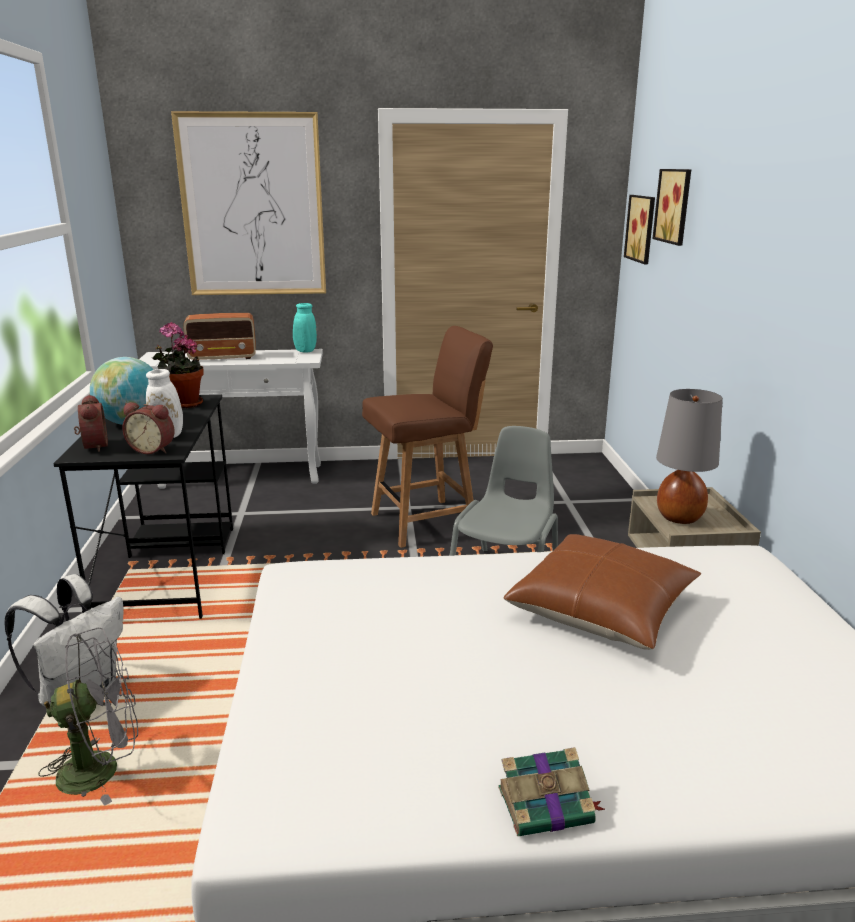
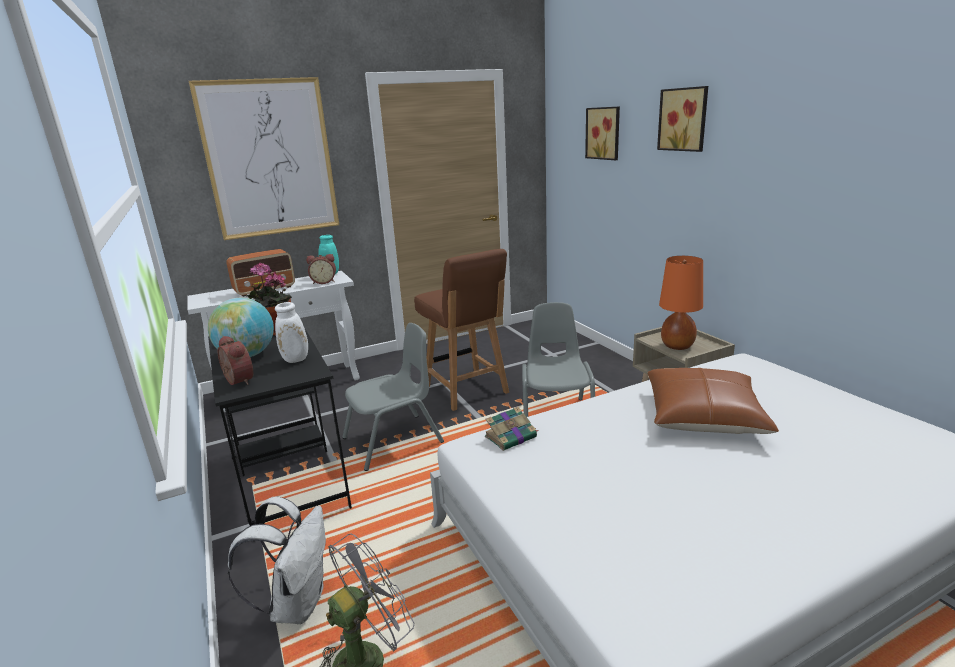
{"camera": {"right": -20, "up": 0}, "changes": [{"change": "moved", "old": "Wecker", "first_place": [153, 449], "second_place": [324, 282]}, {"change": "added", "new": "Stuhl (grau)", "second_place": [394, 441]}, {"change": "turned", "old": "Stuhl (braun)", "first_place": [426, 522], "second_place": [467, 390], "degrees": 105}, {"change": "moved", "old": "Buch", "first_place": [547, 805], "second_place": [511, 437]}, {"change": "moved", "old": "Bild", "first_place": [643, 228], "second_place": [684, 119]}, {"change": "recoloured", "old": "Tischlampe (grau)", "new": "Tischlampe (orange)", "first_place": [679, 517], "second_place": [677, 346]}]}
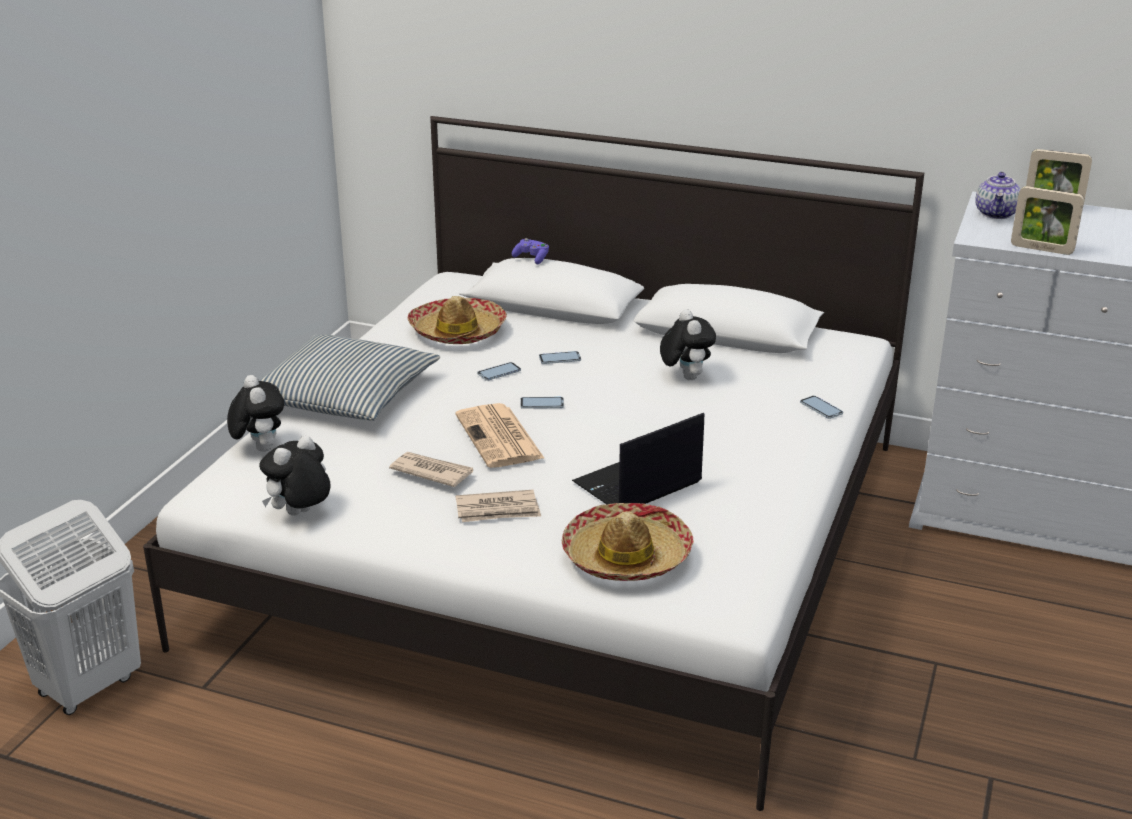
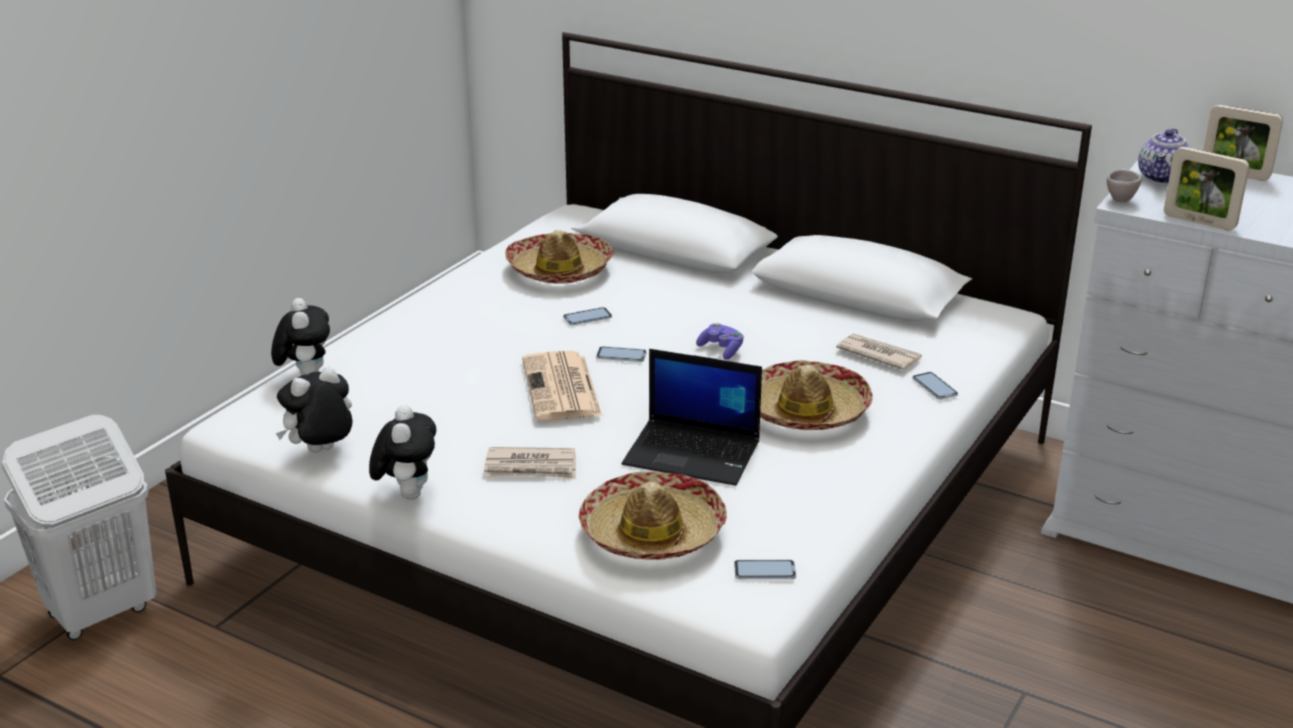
{"camera": {"right": 10, "up": 0}, "changes": [{"change": "moved", "old": "Plüschtier", "first_place": [685, 377], "second_place": [407, 493]}, {"change": "turned", "old": "Laptop", "first_place": [637, 484], "second_place": [694, 453], "degrees": -135}, {"change": "moved", "old": "Gamepad (lila)", "first_place": [531, 258], "second_place": [721, 350]}, {"change": "moved", "old": "Handy", "first_place": [560, 359], "second_place": [764, 571]}, {"change": "added", "new": "Hut", "second_place": [806, 410]}, {"change": "moved", "old": "Zeitung", "first_place": [431, 472], "second_place": [878, 354]}, {"change": "added", "new": "Tasse (beige)", "second_place": [1119, 198]}, {"change": "removed", "old": "Kissen", "first_place": [343, 395]}]}
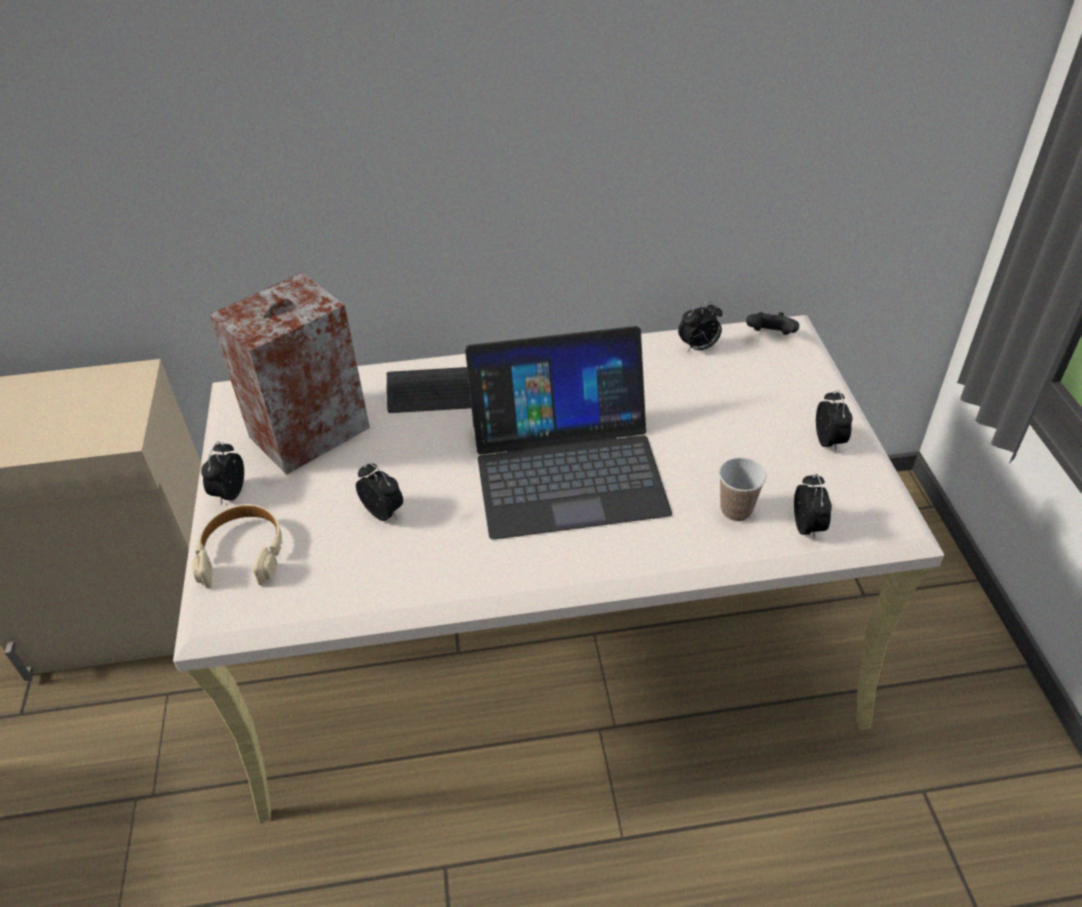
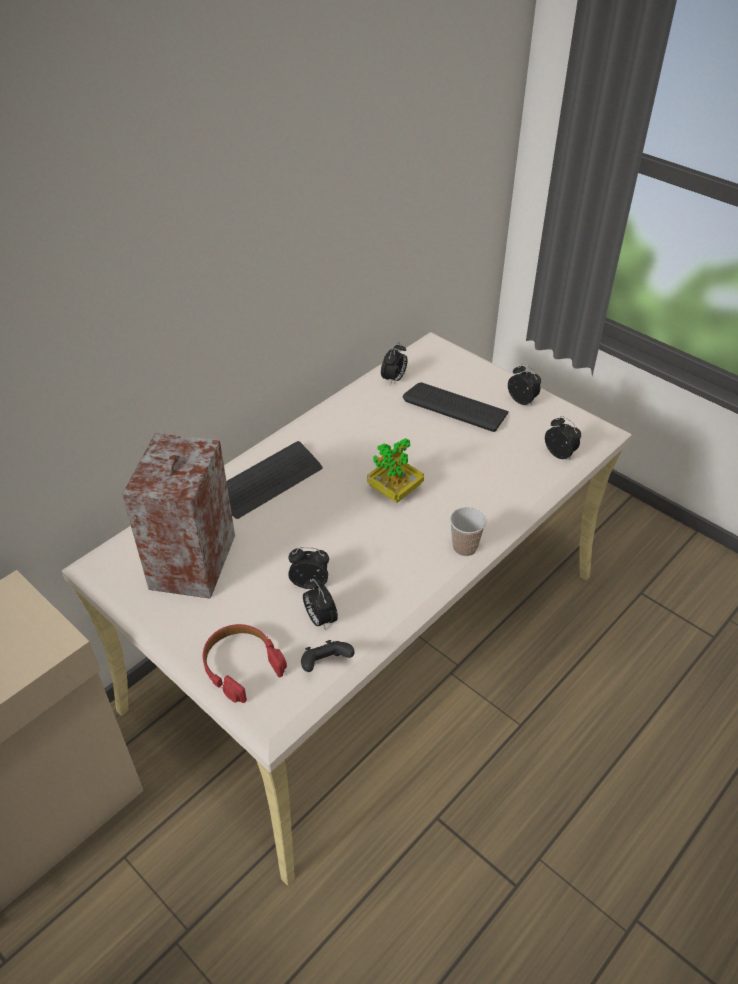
{"camera": {"right": -40, "up": 0}, "changes": [{"change": "recoloured", "old": "Kopfhörer (beige)", "new": "Kopfhörer (rot)", "first_place": [243, 553], "second_place": [241, 665]}, {"change": "moved", "old": "Gamepad (schwarz)", "first_place": [770, 336], "second_place": [325, 664]}, {"change": "moved", "old": "Wecker", "first_place": [230, 493], "second_place": [320, 619]}, {"change": "replaced", "old": "Laptop", "new": "Topfpflanze", "first_place": [567, 466], "second_place": [395, 491]}, {"change": "added", "new": "Tastatur", "second_place": [455, 407]}, {"change": "moved", "old": "Tasse", "first_place": [736, 510], "second_place": [464, 547]}]}
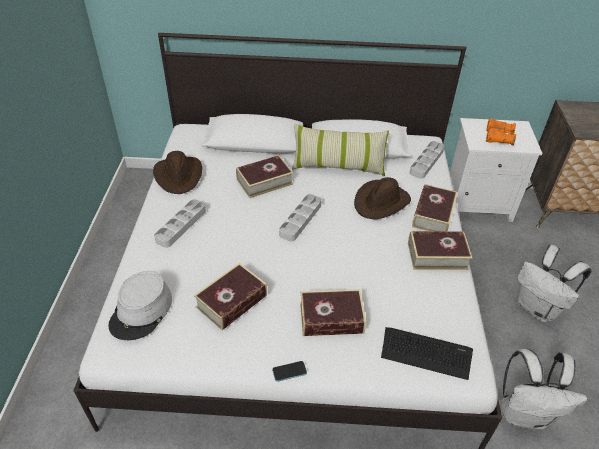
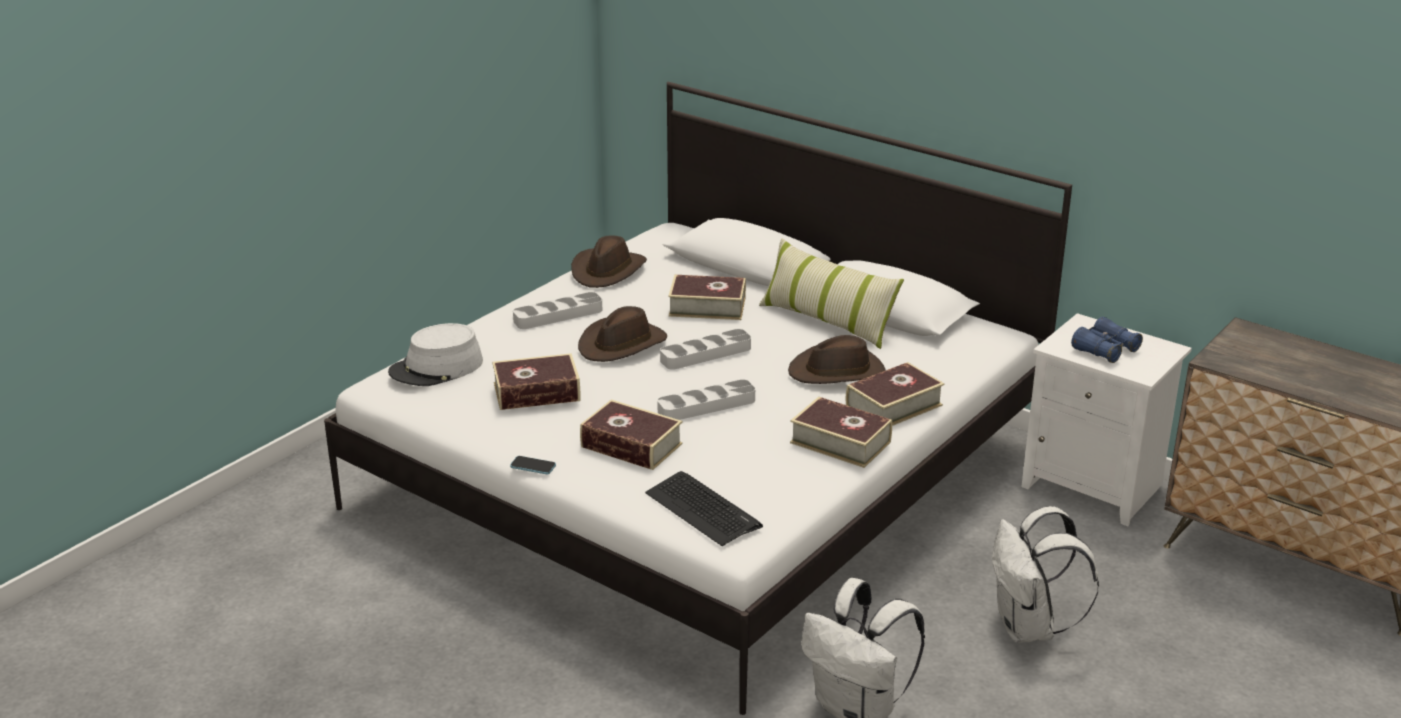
{"camera": {"right": 35, "up": -15}, "changes": [{"change": "added", "new": "Hut (braun)", "second_place": [622, 344]}, {"change": "moved", "old": "Tablett (grau)", "first_place": [426, 162], "second_place": [706, 406]}, {"change": "recoloured", "old": "Fernglas (orange)", "new": "Fernglas (blau)", "first_place": [498, 137], "second_place": [1105, 350]}]}
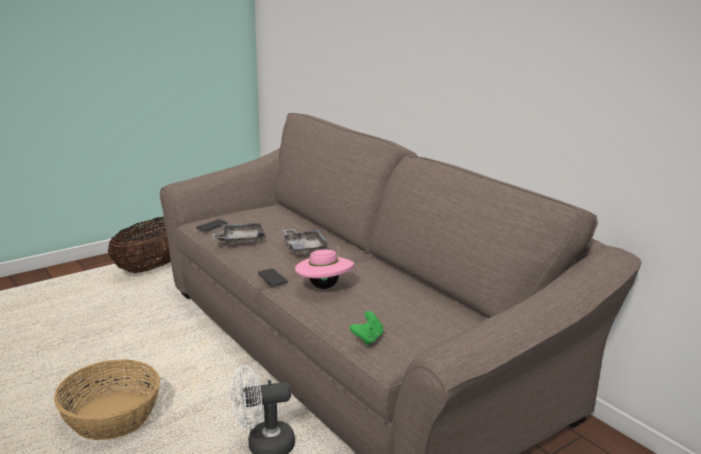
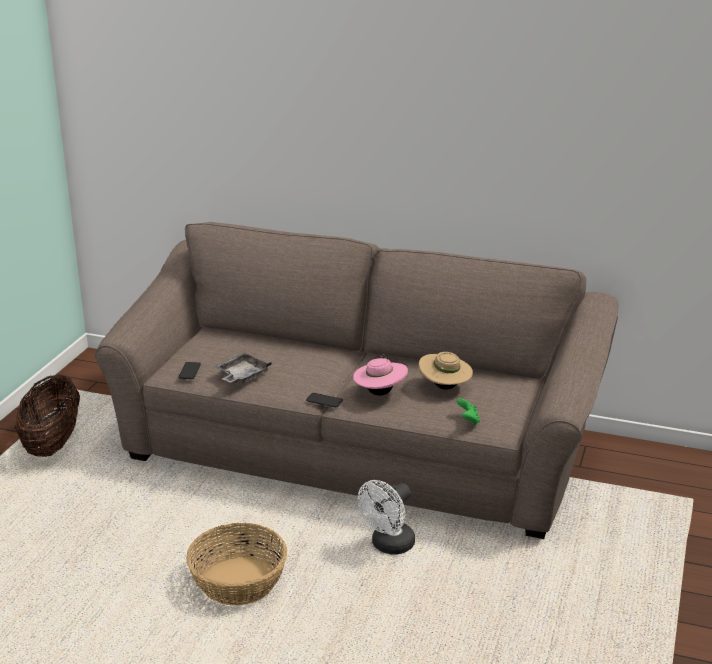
{"camera": {"right": -35, "up": 5}, "changes": [{"change": "added", "new": "Hut (beige)", "second_place": [445, 387]}, {"change": "removed", "old": "Tablett (grau)", "first_place": [304, 247]}]}
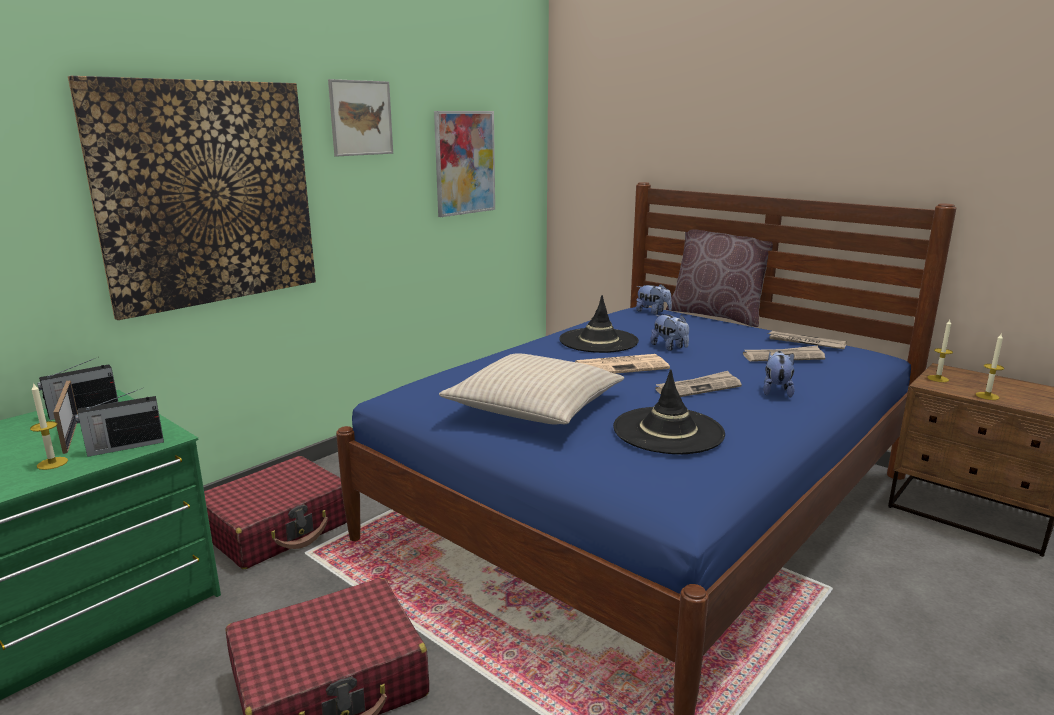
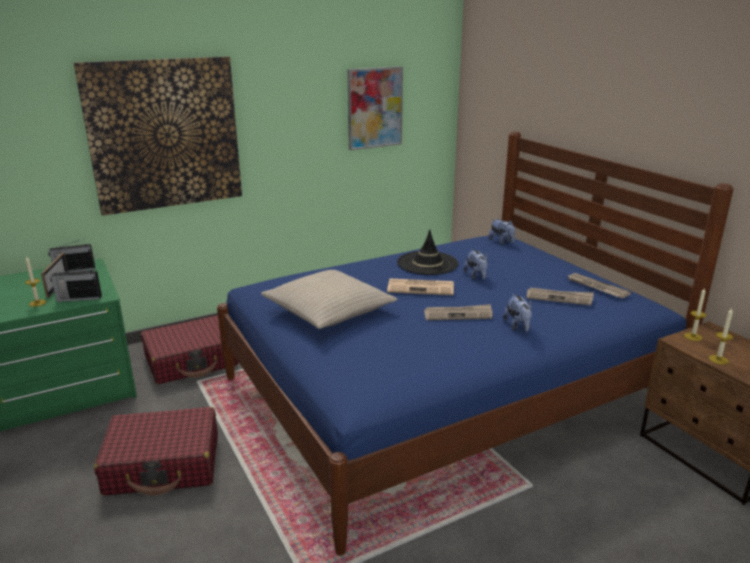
{"camera": {"right": 20, "up": 5}, "changes": [{"change": "turned", "old": "Plüschtier", "first_place": [776, 391], "second_place": [518, 326], "degrees": 135}, {"change": "removed", "old": "Bild", "first_place": [361, 118]}, {"change": "removed", "old": "Hut (schwarz)", "first_place": [668, 431]}, {"change": "removed", "old": "Kissen (braun)", "first_place": [716, 315]}]}
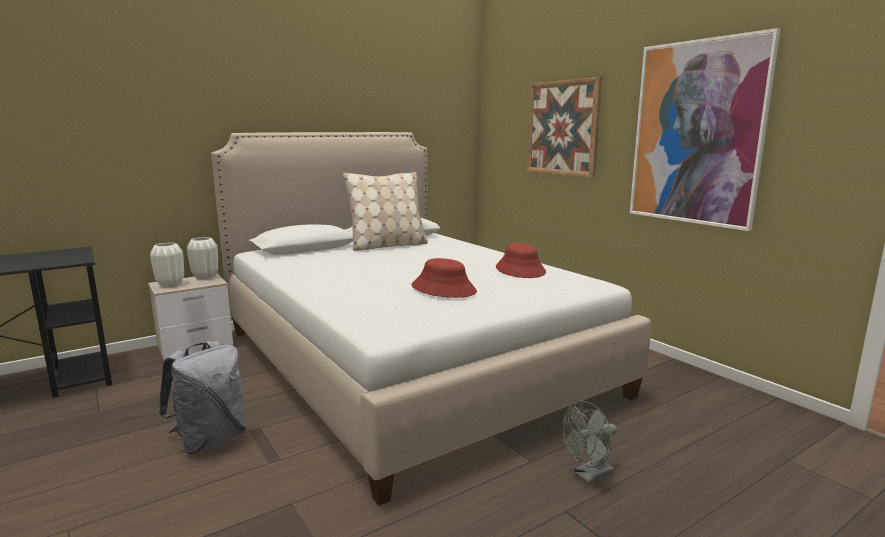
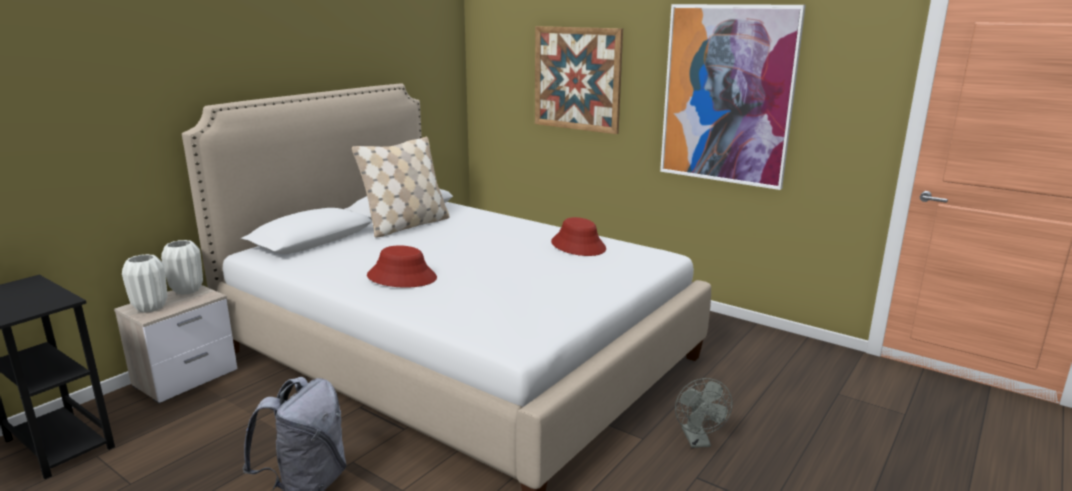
{"camera": {"right": -20, "up": 5}, "changes": [{"change": "moved", "old": "Hut (rot)", "first_place": [444, 289], "second_place": [402, 277]}, {"change": "turned", "old": "Ventilator (grau)", "first_place": [589, 476], "second_place": [698, 441], "degrees": -45}]}
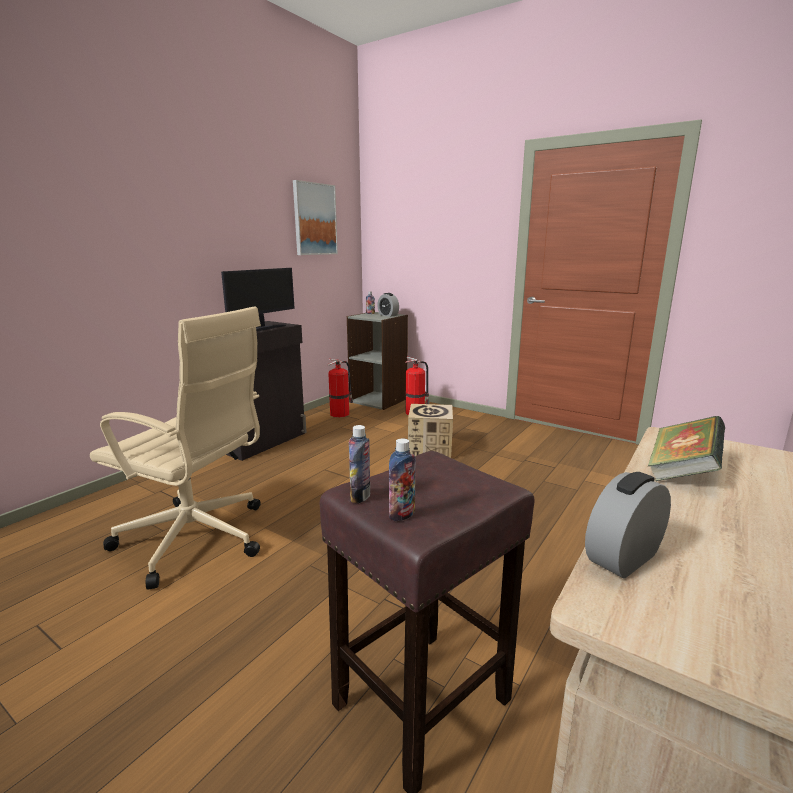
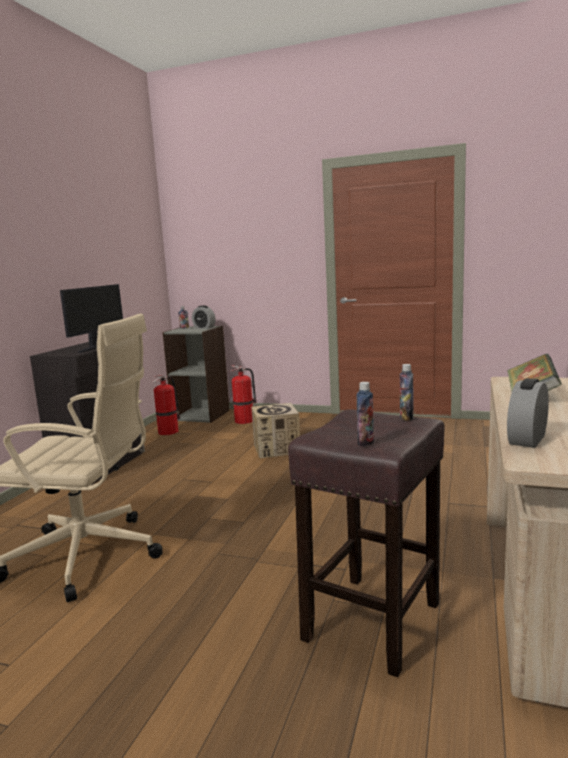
{"camera": {"right": -15, "up": -5}, "changes": [{"change": "moved", "old": "Flasche", "first_place": [360, 496], "second_place": [406, 418]}, {"change": "removed", "old": "Bild", "first_place": [314, 219]}]}
